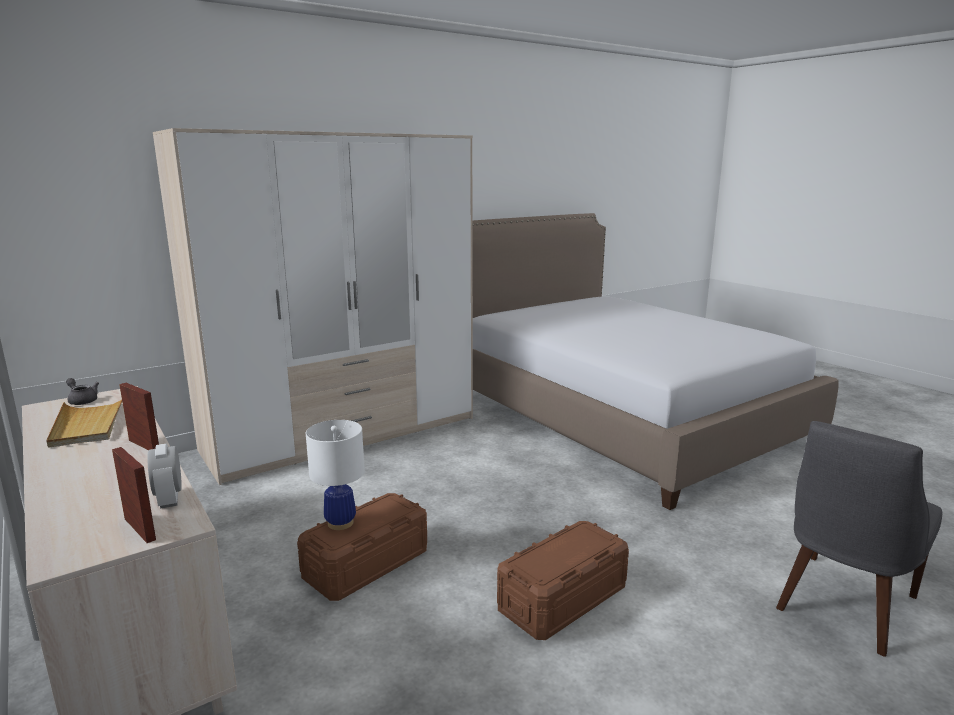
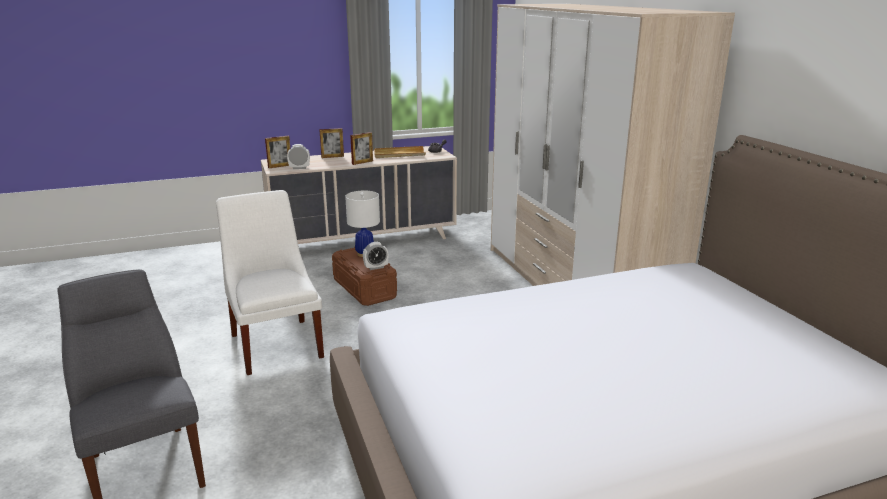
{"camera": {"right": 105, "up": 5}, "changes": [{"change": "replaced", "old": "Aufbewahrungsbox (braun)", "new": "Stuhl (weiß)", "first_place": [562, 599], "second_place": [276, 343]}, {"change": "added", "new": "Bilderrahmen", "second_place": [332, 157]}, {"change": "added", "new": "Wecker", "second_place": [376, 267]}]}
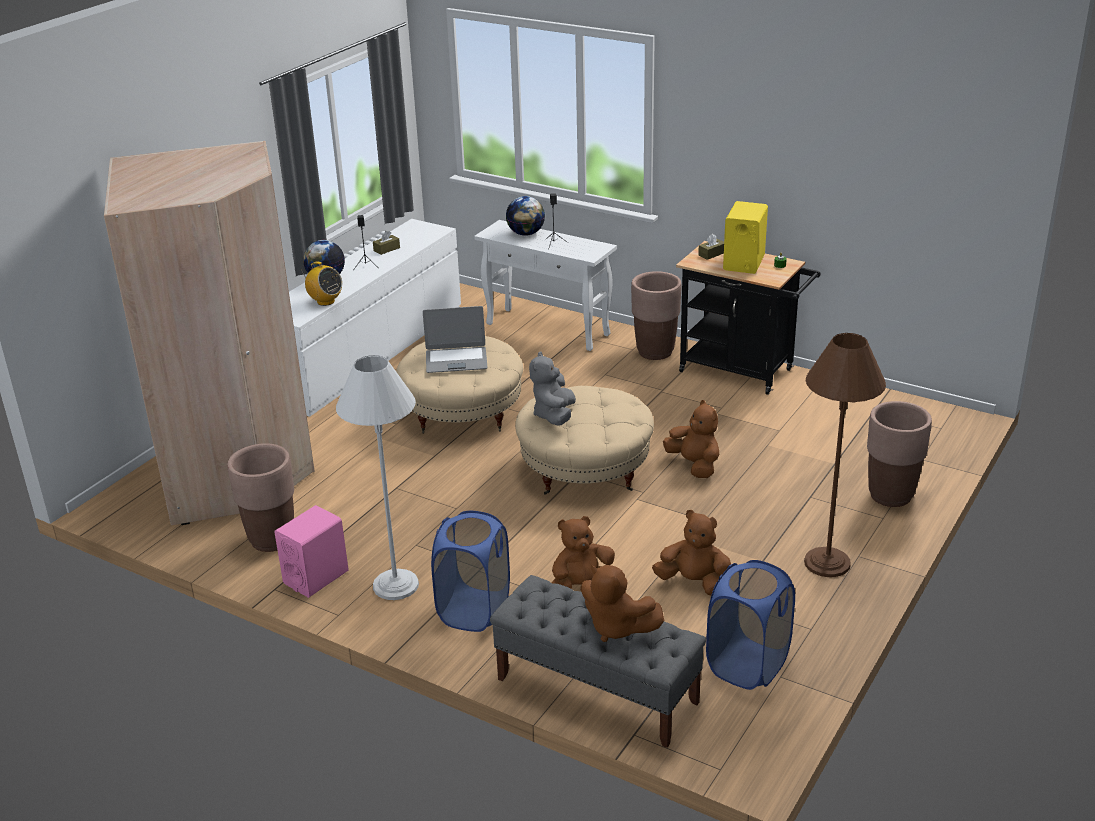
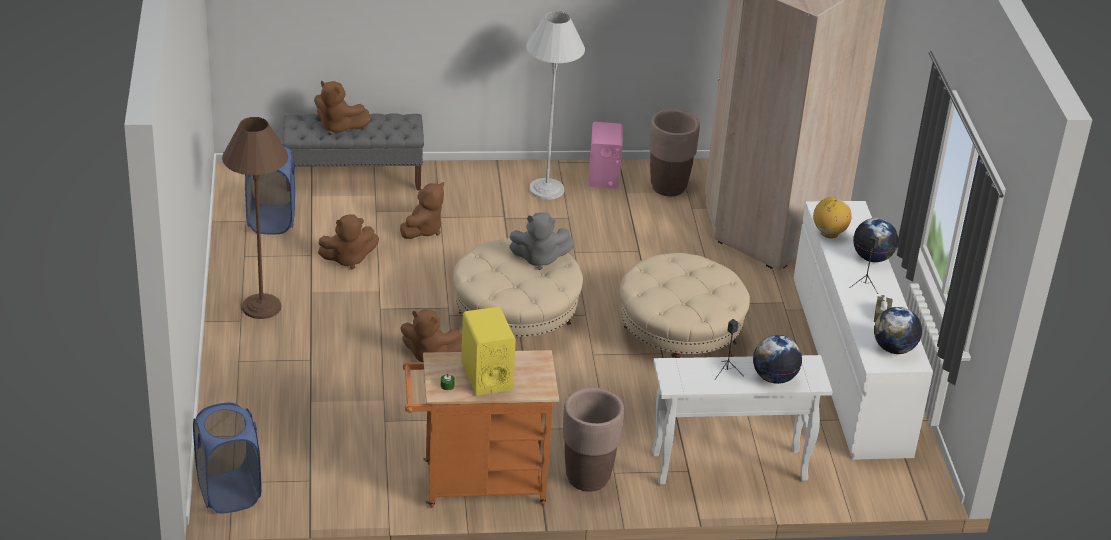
{"camera": {"right": 140, "up": 5}, "changes": [{"change": "moved", "old": "Wäschekorb (blau)", "first_place": [474, 610], "second_place": [229, 492]}, {"change": "turned", "old": "Plüschtier (braun)", "first_place": [616, 627], "second_place": [338, 127], "degrees": -150}, {"change": "recoloured", "old": "Rollwagen (schwarz)", "new": "Rollwagen (orange)", "first_place": [742, 372], "second_place": [476, 484]}, {"change": "turned", "old": "Plüschtier (grau)", "first_place": [554, 415], "second_place": [539, 259], "degrees": 120}, {"change": "turned", "old": "Radio", "first_place": [325, 301], "second_place": [829, 233], "degrees": 120}, {"change": "added", "new": "Globus", "second_place": [893, 348]}, {"change": "removed", "old": "Laptop", "first_place": [456, 360]}, {"change": "removed", "old": "Taschentuchbox (braun)", "first_place": [712, 254]}, {"change": "removed", "old": "Pflanzkübel (braun)", "first_place": [891, 496]}]}
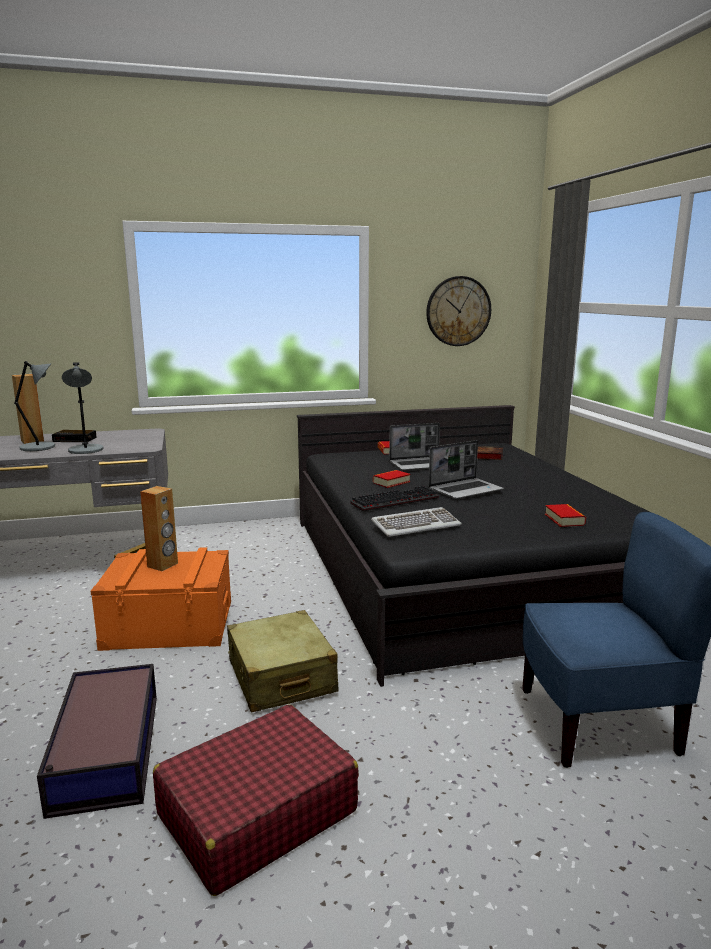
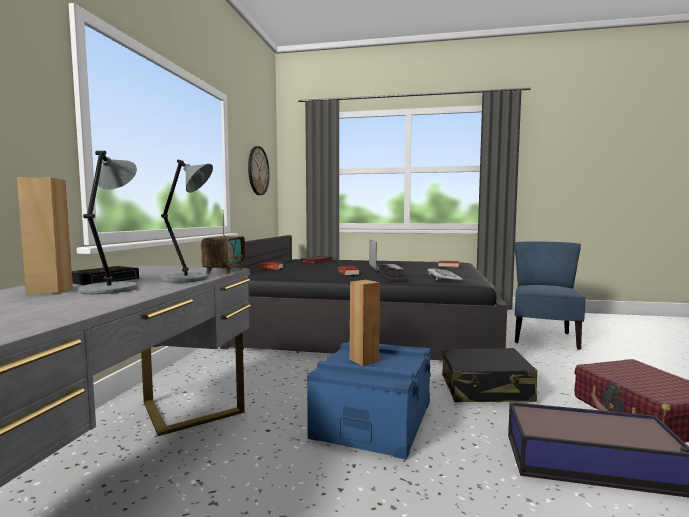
{"camera": {"right": -65, "up": -10}, "changes": [{"change": "added", "new": "Radio", "second_place": [224, 271]}, {"change": "recoloured", "old": "Aufbewahrungsbox (orange)", "new": "Aufbewahrungsbox (blau)", "first_place": [169, 624], "second_place": [373, 419]}, {"change": "recoloured", "old": "Koffer (beige)", "new": "Koffer (schwarz)", "first_place": [281, 677], "second_place": [486, 389]}, {"change": "removed", "old": "Laptop", "first_place": [421, 465]}]}
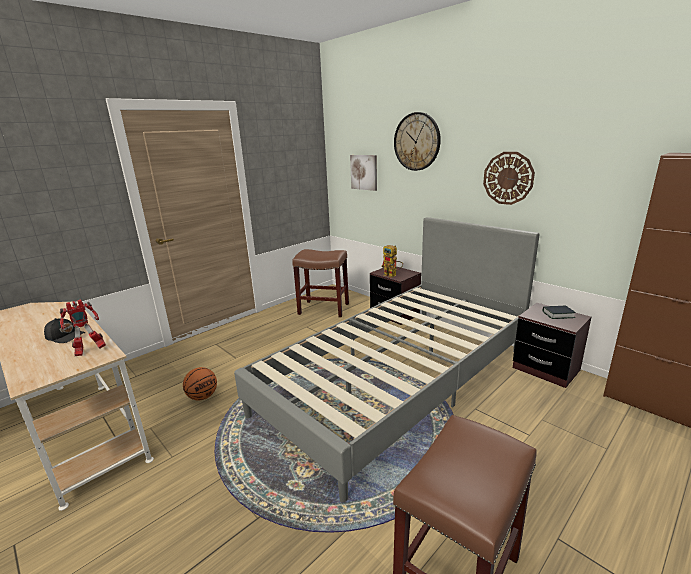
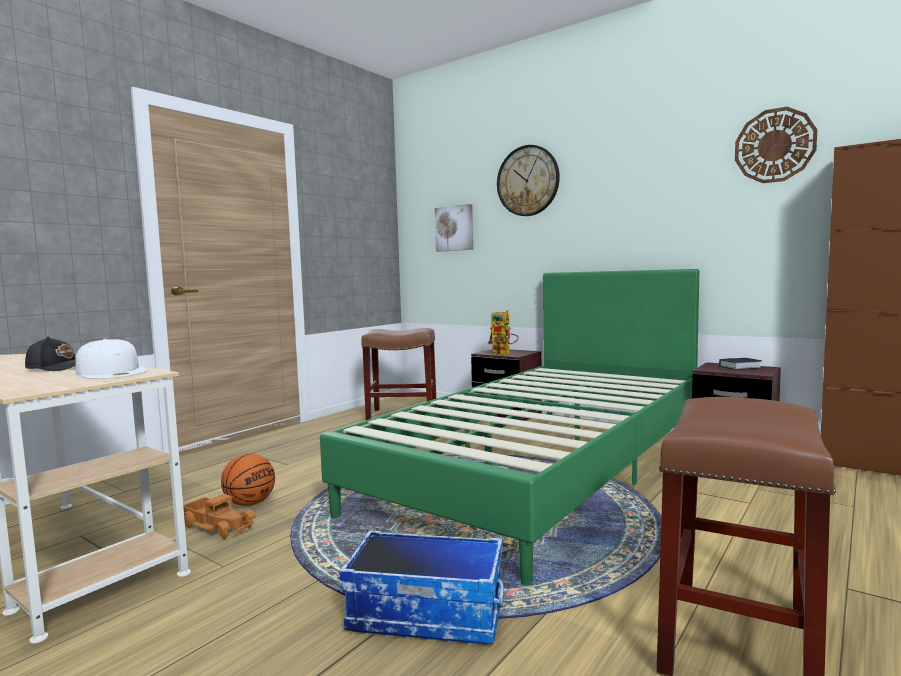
{"camera": {"right": -10, "up": -15}, "changes": [{"change": "replaced", "old": "Spielzeugroboter", "new": "Kappe (weiß)", "first_place": [89, 351], "second_place": [112, 372]}, {"change": "added", "new": "Spielzeuglaster", "second_place": [218, 525]}, {"change": "recoloured", "old": "Bett (grau)", "new": "Bett (grün)", "first_place": [397, 380], "second_place": [543, 469]}, {"change": "added", "new": "Aufbewahrungsbox", "second_place": [428, 613]}, {"change": "moved", "old": "Wanduhr", "first_place": [508, 178], "second_place": [774, 145]}]}
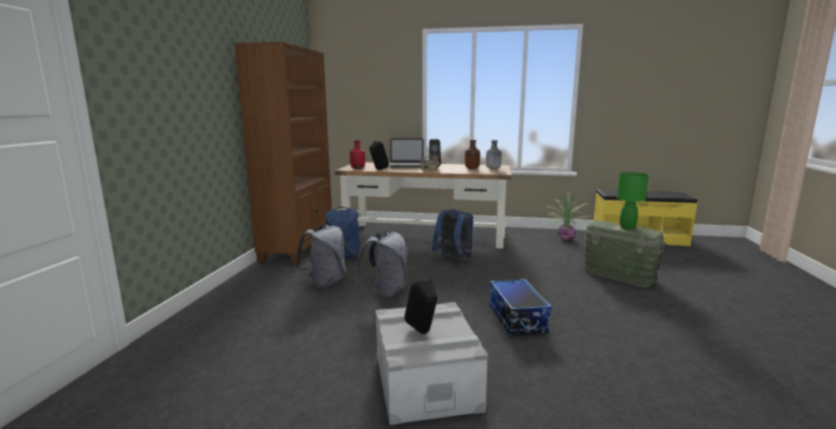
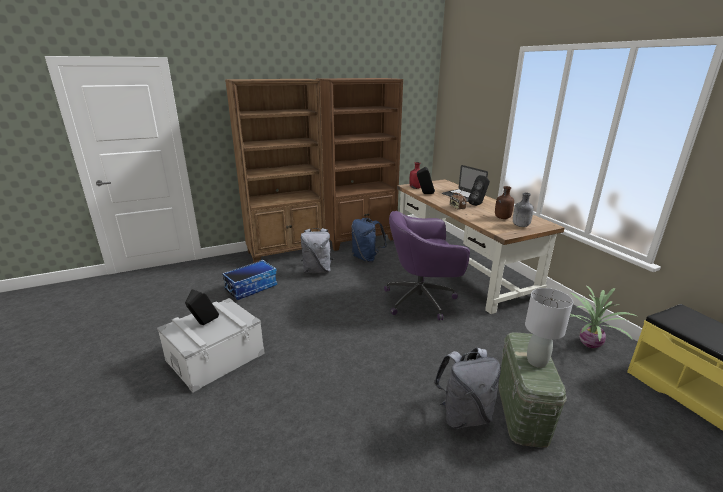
{"camera": {"right": 55, "up": 10}, "changes": [{"change": "moved", "old": "Aufbewahrungsbox", "first_place": [516, 319], "second_place": [251, 287]}, {"change": "added", "new": "Bücherregal (braun)", "second_place": [287, 252]}, {"change": "replaced", "old": "Rucksack (blau)", "new": "Bürostuhl (lila)", "first_place": [453, 260], "second_place": [422, 300]}, {"change": "moved", "old": "Rucksack (grau)", "first_place": [385, 292], "second_place": [464, 415]}, {"change": "recoloured", "old": "Tischlampe (grün)", "new": "Tischlampe (grau)", "first_place": [627, 227], "second_place": [537, 361]}]}
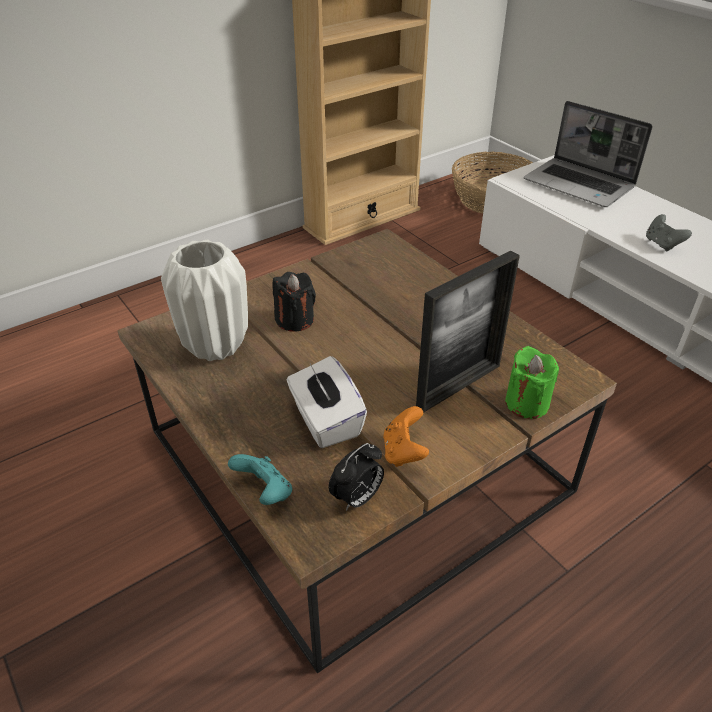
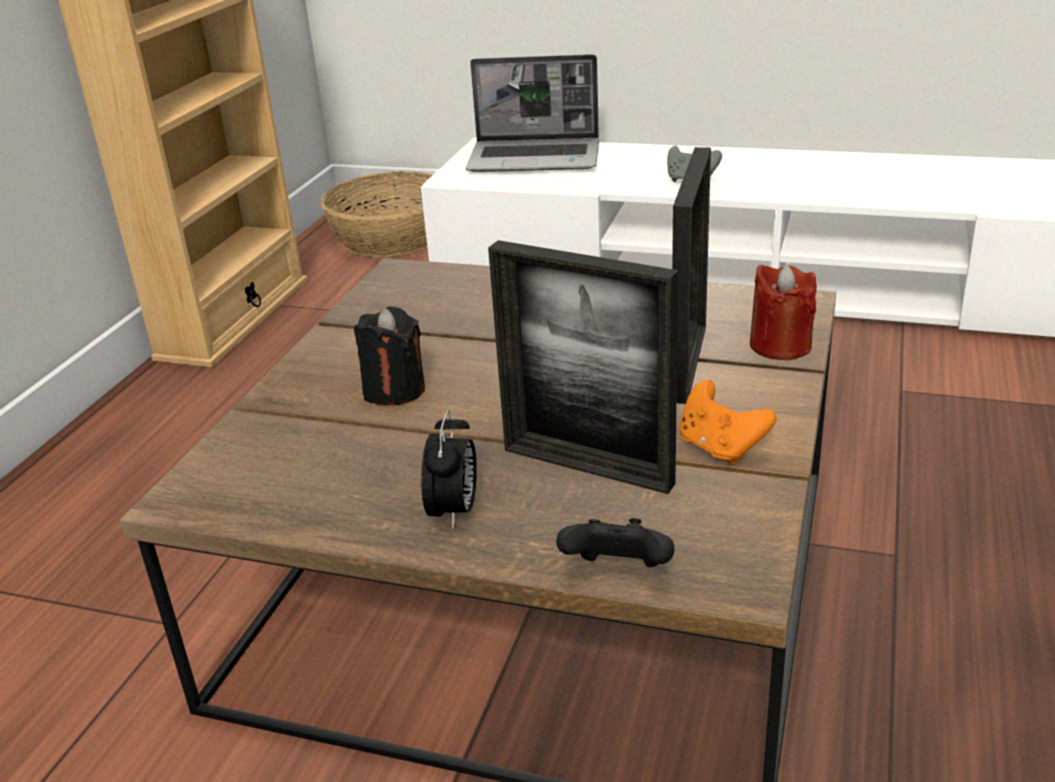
{"camera": {"right": -35, "up": -10}, "changes": [{"change": "moved", "old": "Wecker", "first_place": [357, 498], "second_place": [454, 512]}, {"change": "replaced", "old": "Taschentuchbox (weiß)", "new": "Bilderrahmen", "first_place": [325, 421], "second_place": [587, 466]}, {"change": "recoloured", "old": "Gamepad (türkis)", "new": "Gamepad (schwarz)", "first_place": [265, 492], "second_place": [618, 572]}, {"change": "recoloured", "old": "Kerze (grün)", "new": "Kerze (rot)", "first_place": [527, 403], "second_place": [780, 345]}, {"change": "removed", "old": "Vase (weiß)", "first_place": [215, 347]}]}
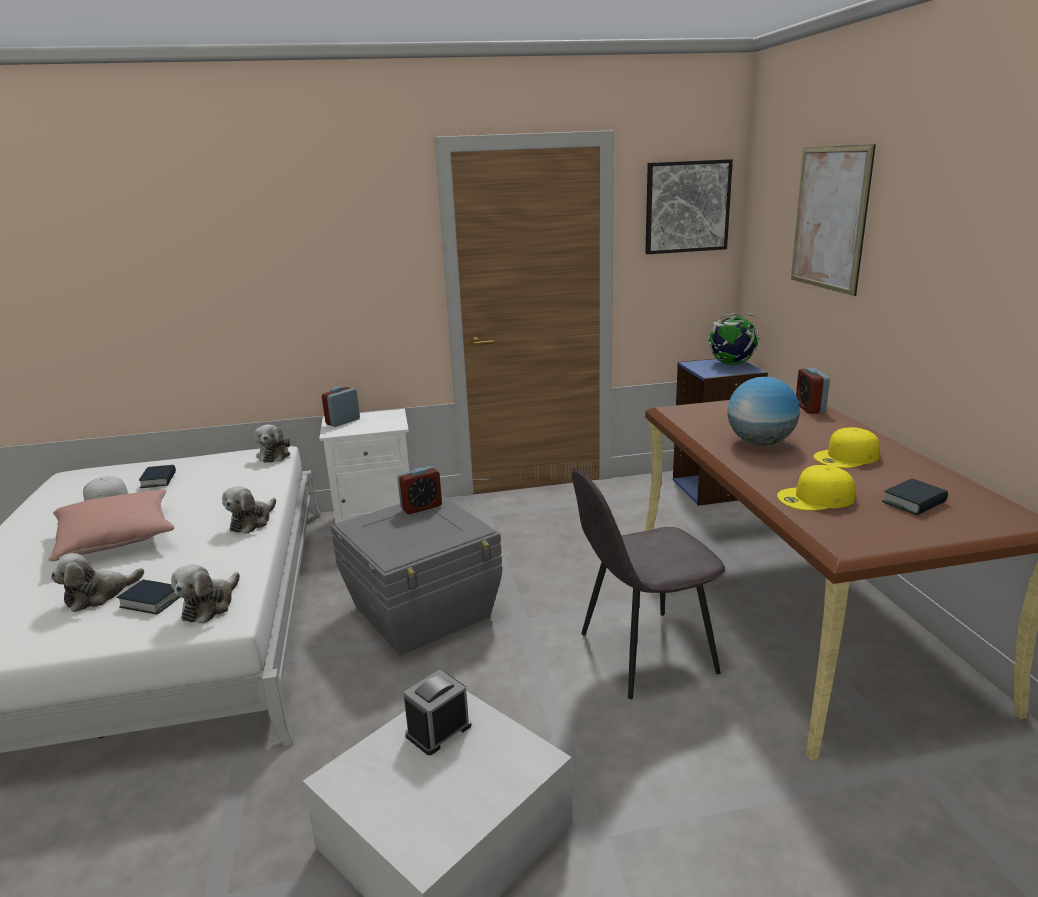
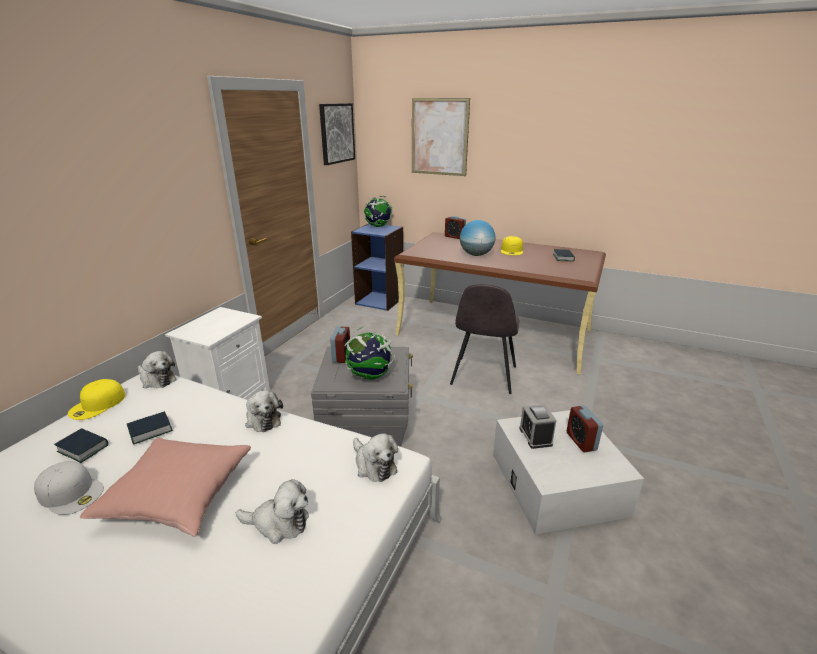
{"camera": {"right": -55, "up": 5}, "changes": [{"change": "moved", "old": "Kappe (gelb)", "first_place": [815, 498], "second_place": [97, 404]}, {"change": "moved", "old": "Buch", "first_place": [151, 601], "second_place": [150, 431]}, {"change": "turned", "old": "Plüschtier", "first_place": [99, 595], "second_place": [279, 523], "degrees": -75}, {"change": "added", "new": "Globus", "second_place": [370, 376]}, {"change": "moved", "old": "Wecker", "first_place": [343, 421], "second_place": [581, 441]}]}
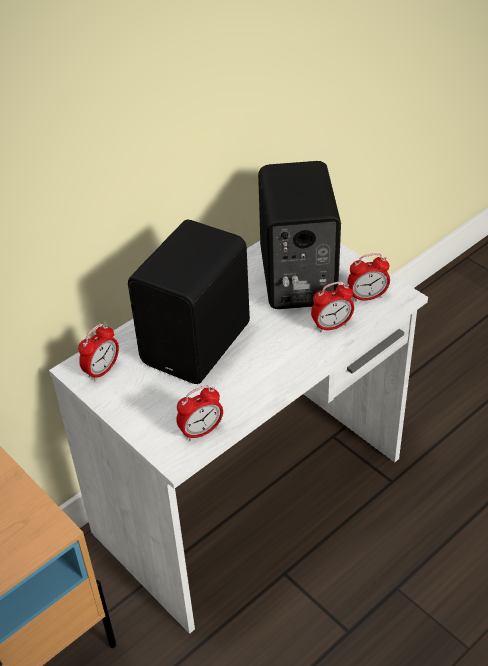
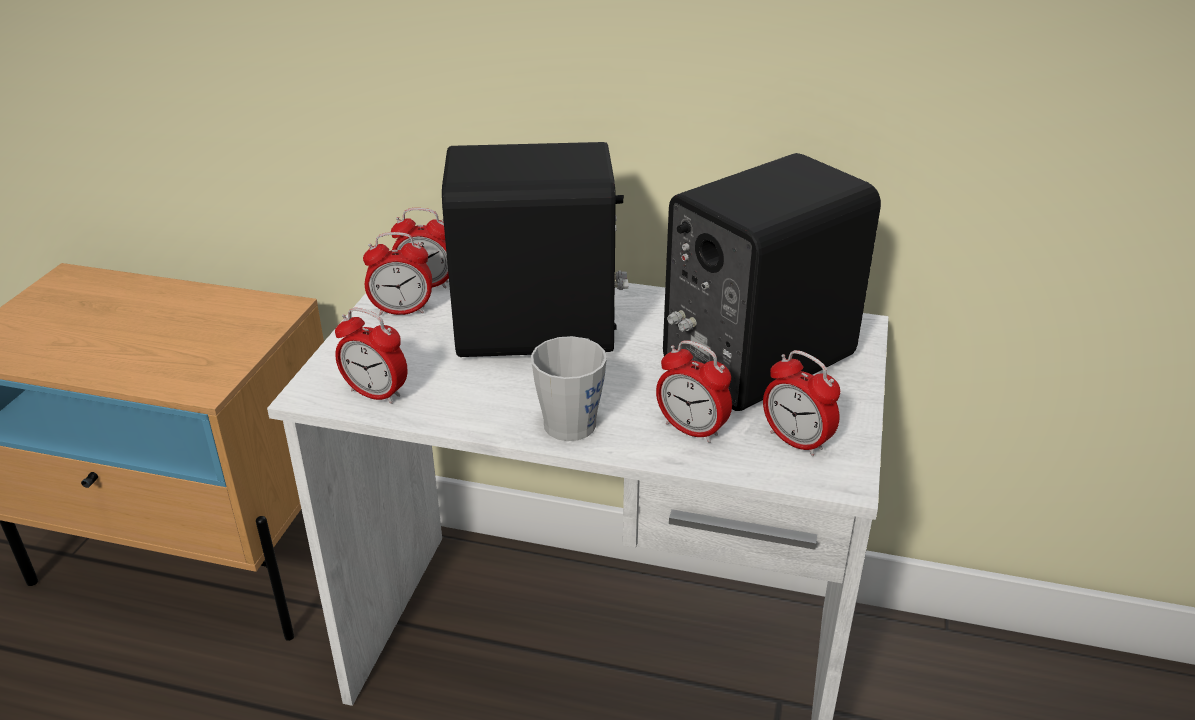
{"camera": {"right": 55, "up": -10}, "changes": [{"change": "added", "new": "Wecker", "second_place": [402, 311]}, {"change": "added", "new": "Henkelbecher (grau)", "second_place": [573, 418]}]}
